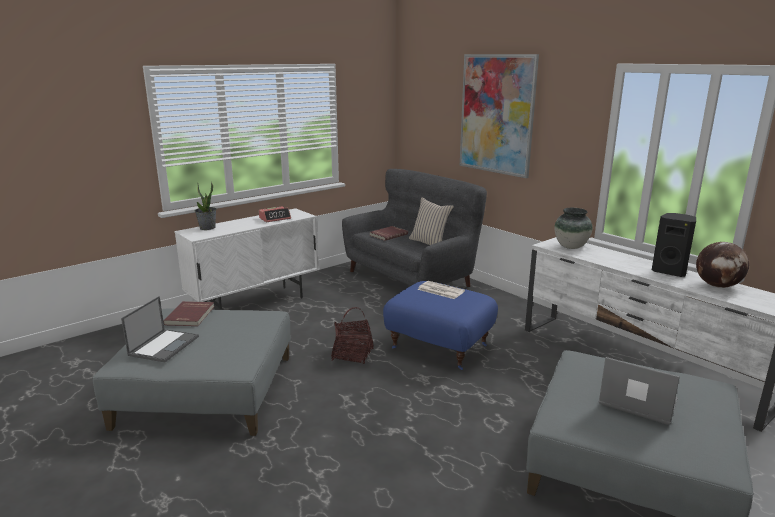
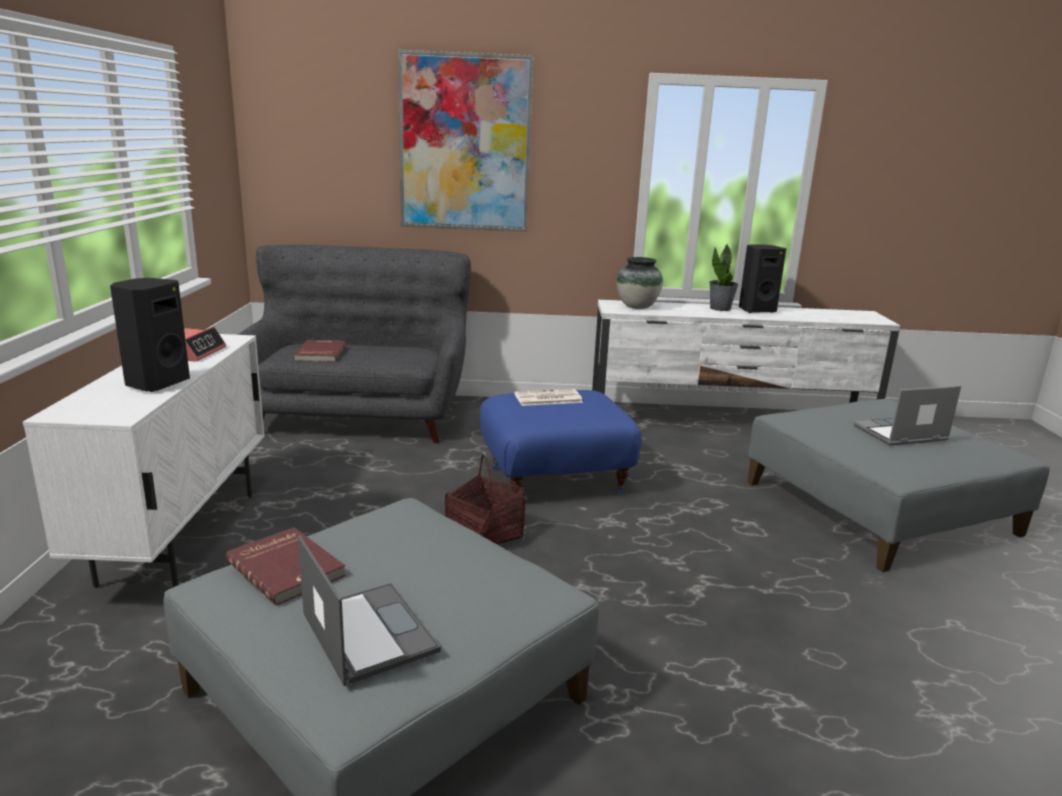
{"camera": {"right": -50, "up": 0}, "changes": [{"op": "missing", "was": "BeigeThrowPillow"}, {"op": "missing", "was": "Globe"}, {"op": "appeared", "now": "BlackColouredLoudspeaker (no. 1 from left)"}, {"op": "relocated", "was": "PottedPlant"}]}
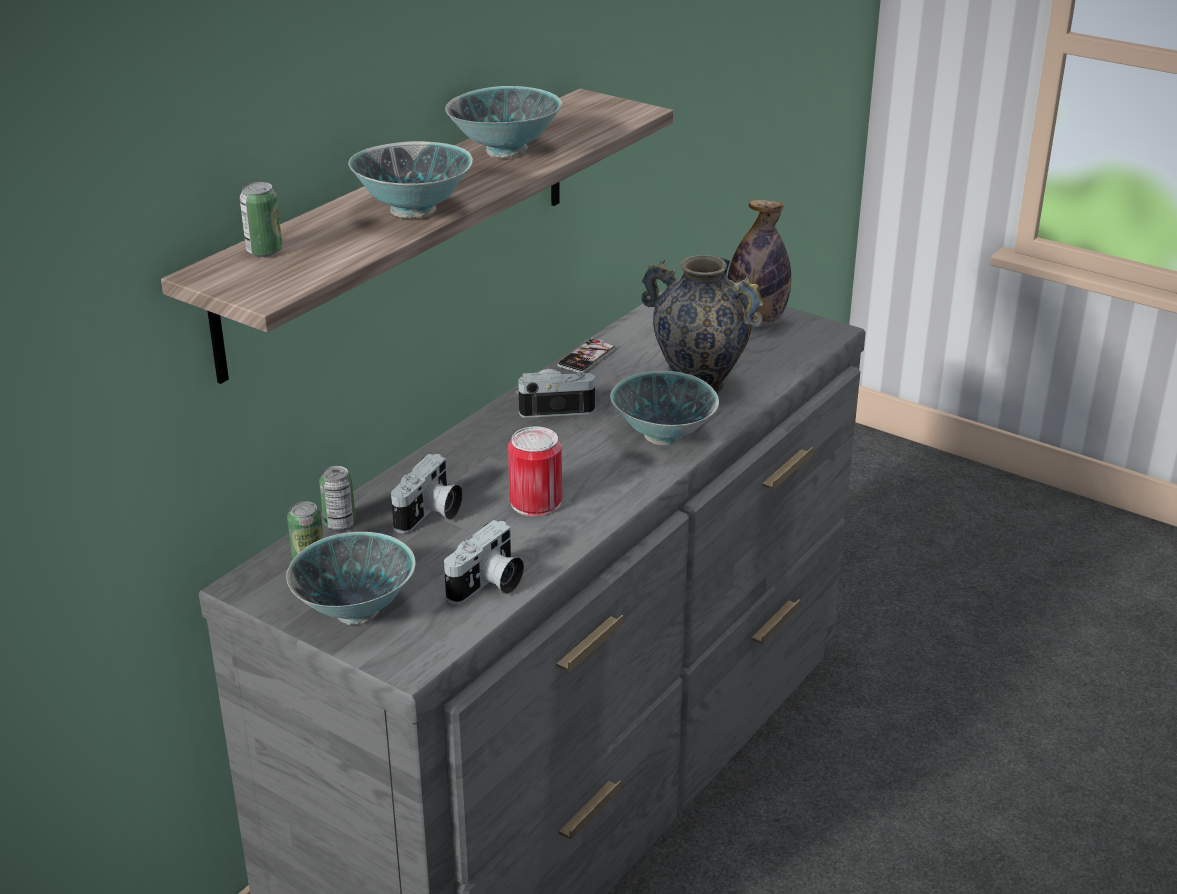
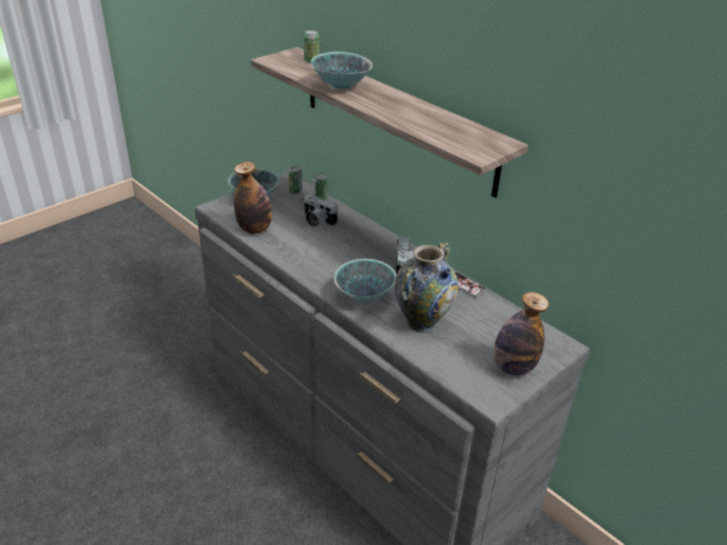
{"camera": {"right": 100, "up": 5}, "changes": [{"op": "missing", "was": "ServingBowl (no. 3 from left)"}, {"op": "missing", "was": "MetalCan (no. 4 from left)"}, {"op": "exchanged", "was": "StillCamera (no. 2 from left)", "now": "DrinkBottle (no. 1 from left)"}]}
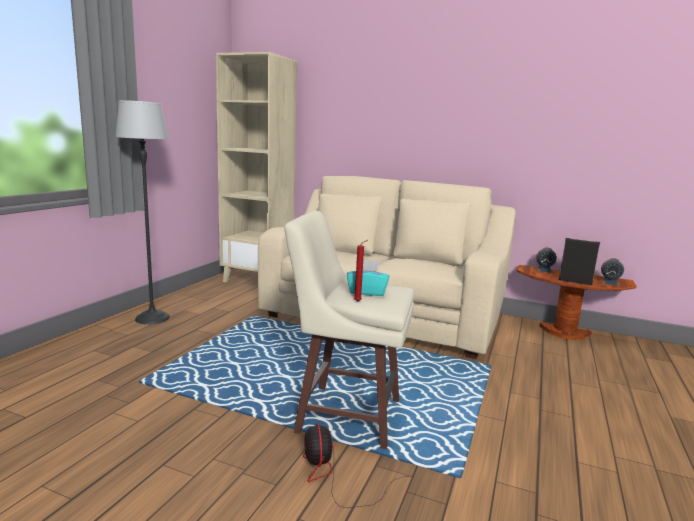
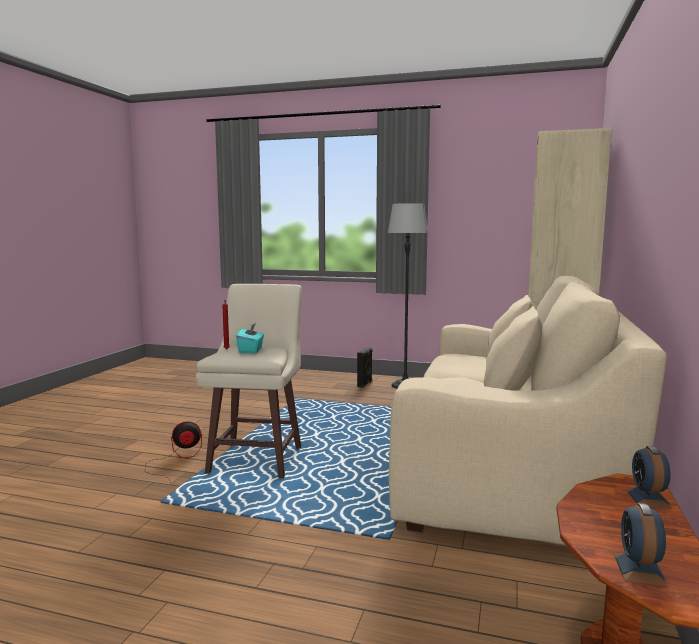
{"camera": {"right": 85, "up": -5}, "changes": [{"op": "relocated", "was": "BlackColouredLoudspeaker"}]}
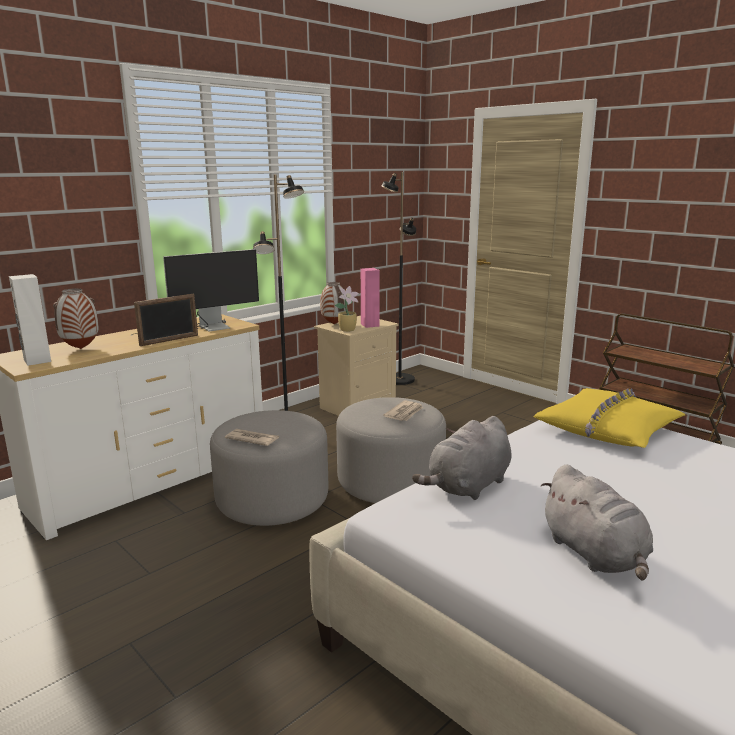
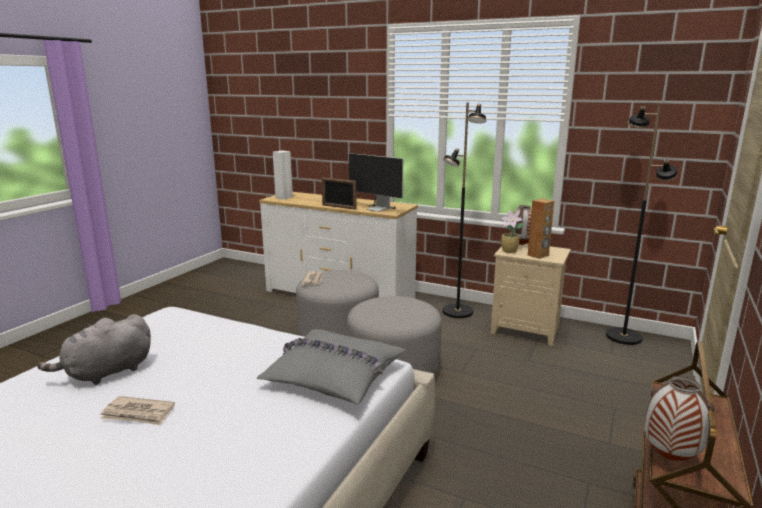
{"camera": {"right": 70, "up": 0}, "changes": [{"op": "missing", "was": "GrayCuddlyToy (no. 1 from left)"}, {"op": "relocated", "was": "DecorativeVase (no. 1 from left in the first image)", "now": "DecorativeVase (no. 2 from left)"}, {"op": "relocated", "was": "DailyPaper (no. 2 from left in the first image)", "now": "DailyPaper (no. 1 from left)"}, {"op": "colour", "was": "PinkishLoudspeaker", "now": "BrownishLoudspeaker"}, {"op": "colour", "was": "YellowishThrowPillow", "now": "GrayThrowPillow"}]}
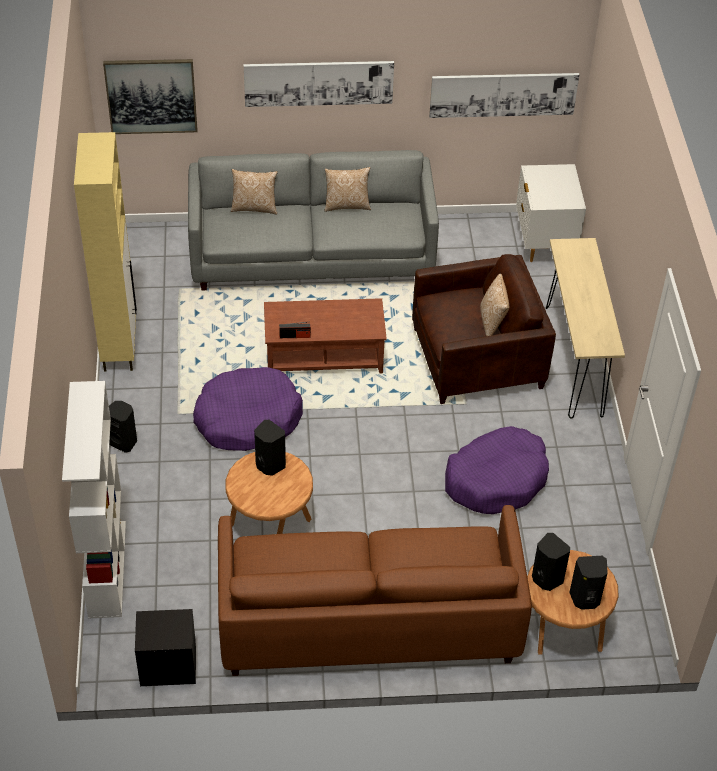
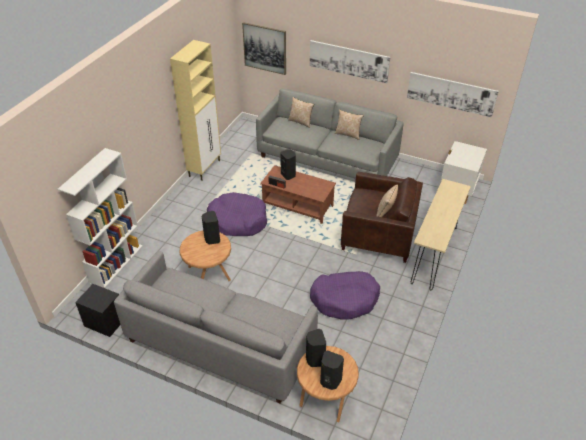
{"camera": {"right": 30, "up": -5}, "changes": [{"op": "relocated", "was": "BlackColouredLoudspeaker (no. 1 from left in the first image)", "now": "BlackColouredLoudspeaker (no. 2 from left)"}, {"op": "colour", "was": "BrownishSettee", "now": "GraySettee (no. 1 from left)"}]}
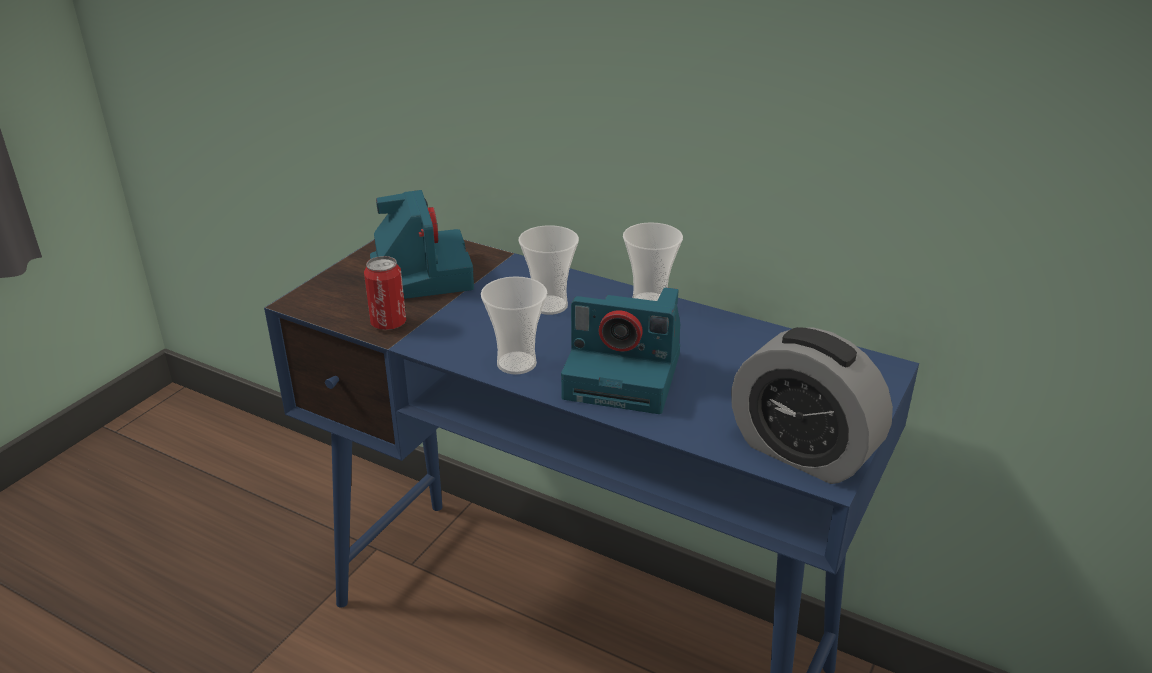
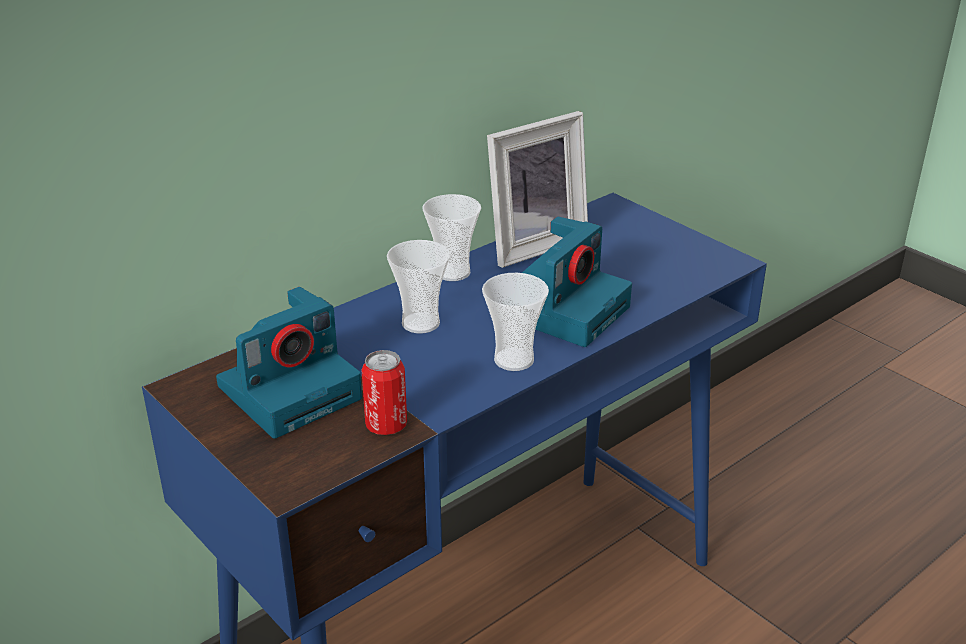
{"camera": {"right": -70, "up": 0}, "changes": [{"op": "missing", "was": "BedsideClock"}, {"op": "appeared", "now": "PhotoFrame"}, {"op": "spun", "was": "StillCamera (no. 1 from left)", "clockwise": 135}]}
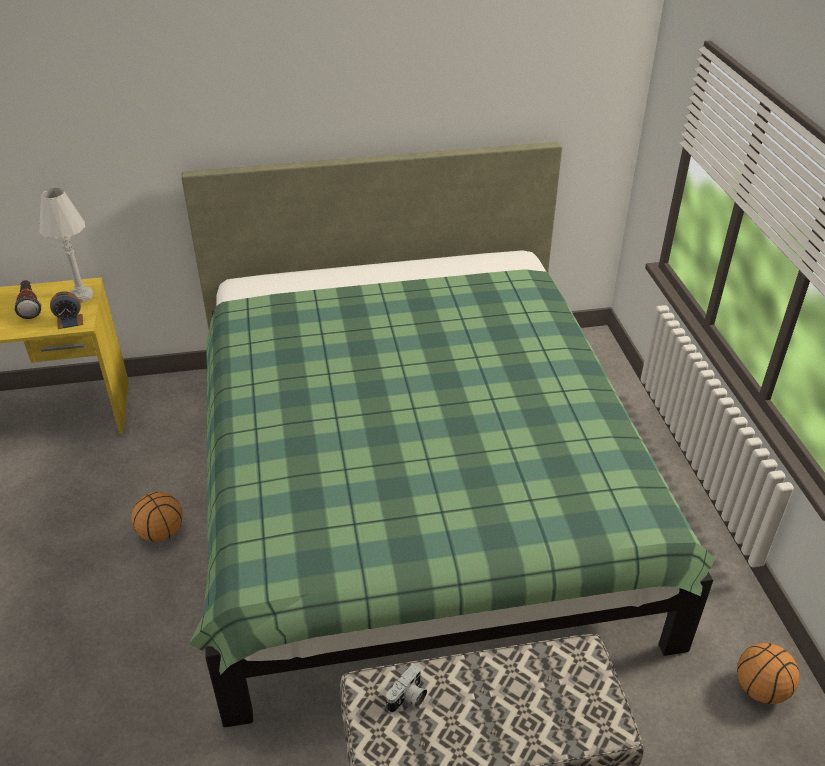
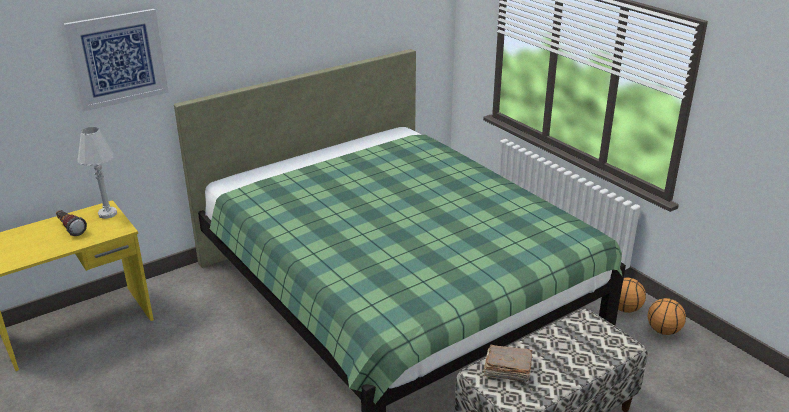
{"camera": {"right": -25, "up": -10}, "changes": [{"op": "missing", "was": "BedsideClock"}, {"op": "appeared", "now": "Picture"}, {"op": "relocated", "was": "BallForBasketball (no. 1 from left)"}, {"op": "exchanged", "was": "StillCamera", "now": "BrownishVolume"}]}
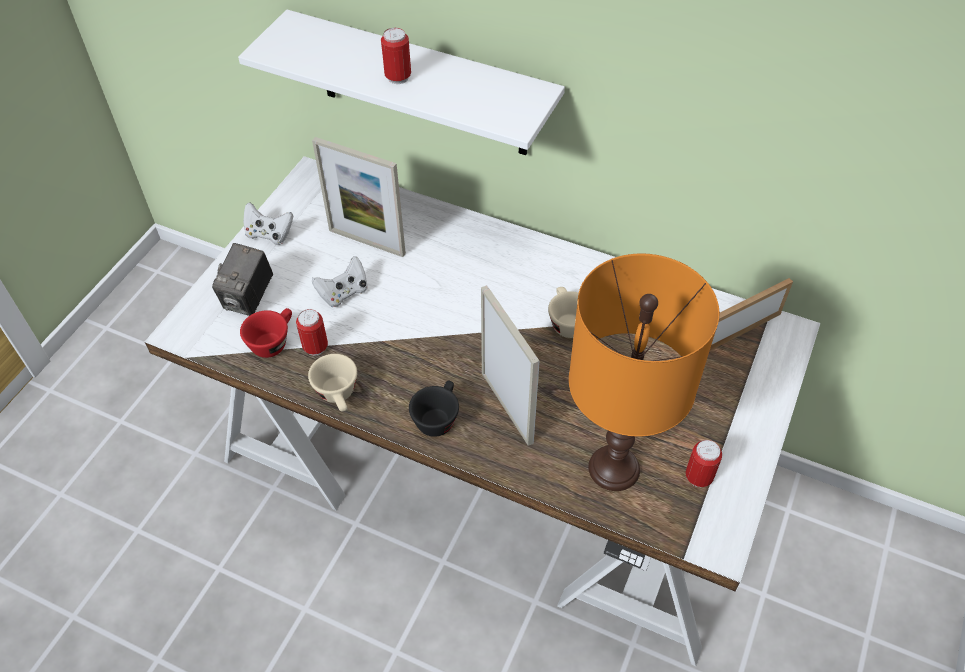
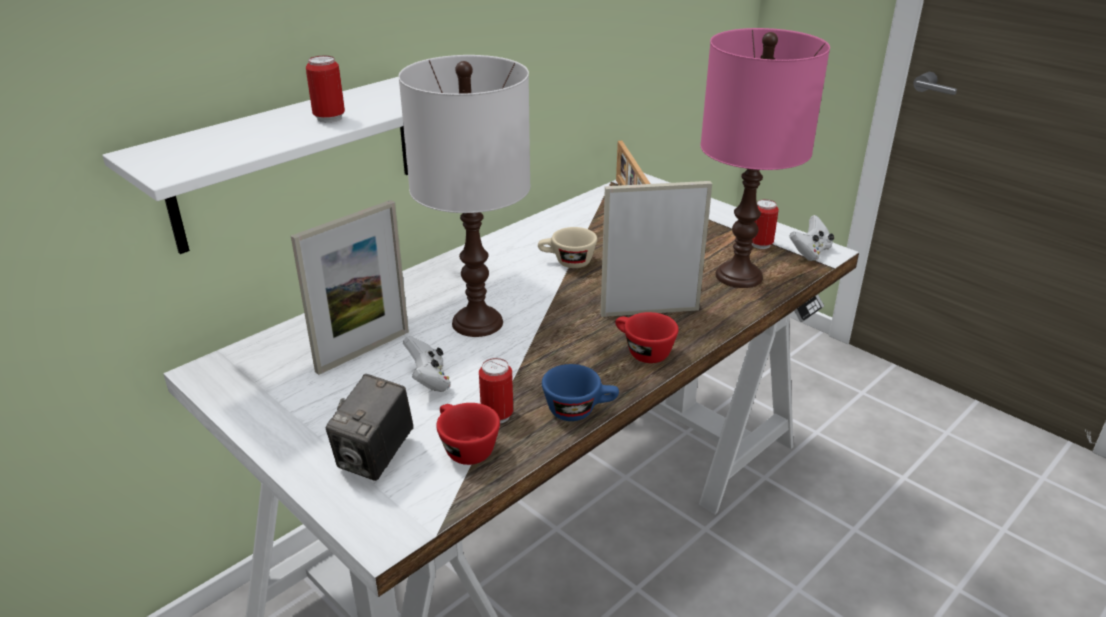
{"camera": {"right": -70, "up": -20}, "changes": [{"op": "appeared", "now": "WhiteLampForATable"}, {"op": "relocated", "was": "WhiteGamepad (no. 1 from left in the first image)", "now": "WhiteGamepad (no. 2 from left)"}, {"op": "colour", "was": "BeigeDrinkingCup (no. 1 from left)", "now": "BlueDrinkingCup"}, {"op": "colour", "was": "BlackColouredDrinkingCup", "now": "RedDrinkingCup (no. 2 from left)"}, {"op": "colour", "was": "OrangeLampForATable", "now": "PinkishLampForATable"}, {"op": "spun", "was": "StillCamera", "clockwise": 75}]}
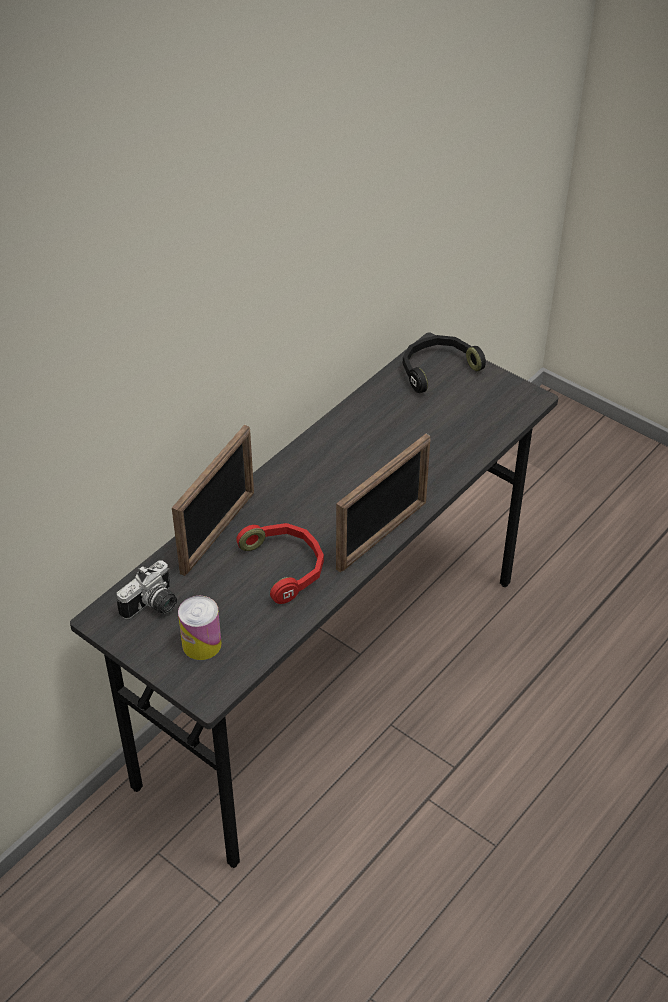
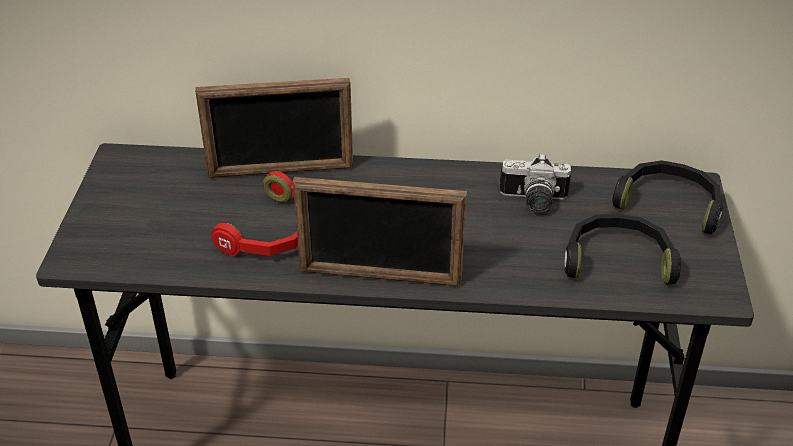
{"camera": {"right": 55, "up": -5}, "changes": [{"op": "missing", "was": "MetalCan"}, {"op": "appeared", "now": "BlackColouredHeadphones (no. 1 from left)"}, {"op": "relocated", "was": "StillCamera"}]}
